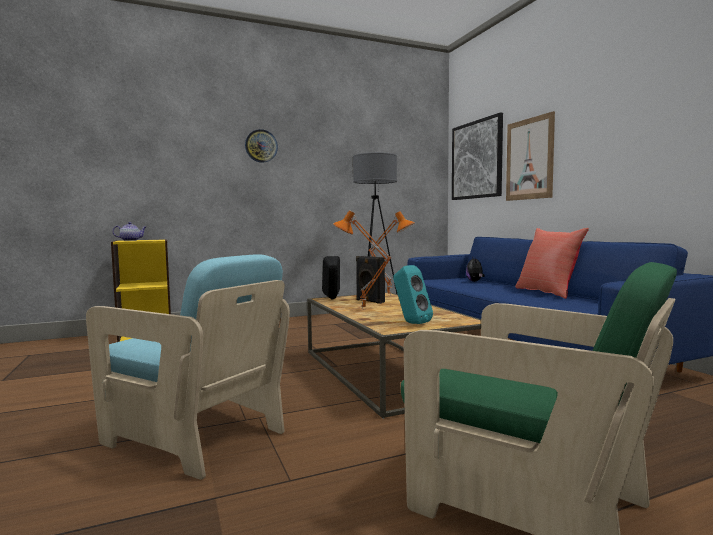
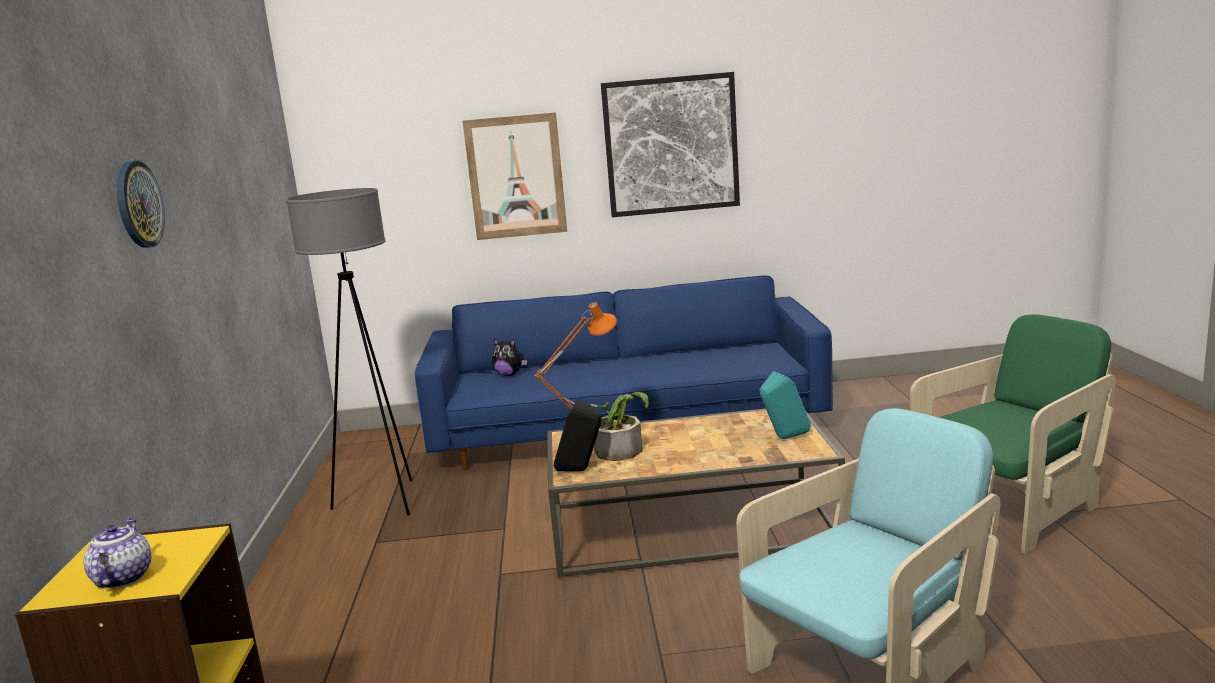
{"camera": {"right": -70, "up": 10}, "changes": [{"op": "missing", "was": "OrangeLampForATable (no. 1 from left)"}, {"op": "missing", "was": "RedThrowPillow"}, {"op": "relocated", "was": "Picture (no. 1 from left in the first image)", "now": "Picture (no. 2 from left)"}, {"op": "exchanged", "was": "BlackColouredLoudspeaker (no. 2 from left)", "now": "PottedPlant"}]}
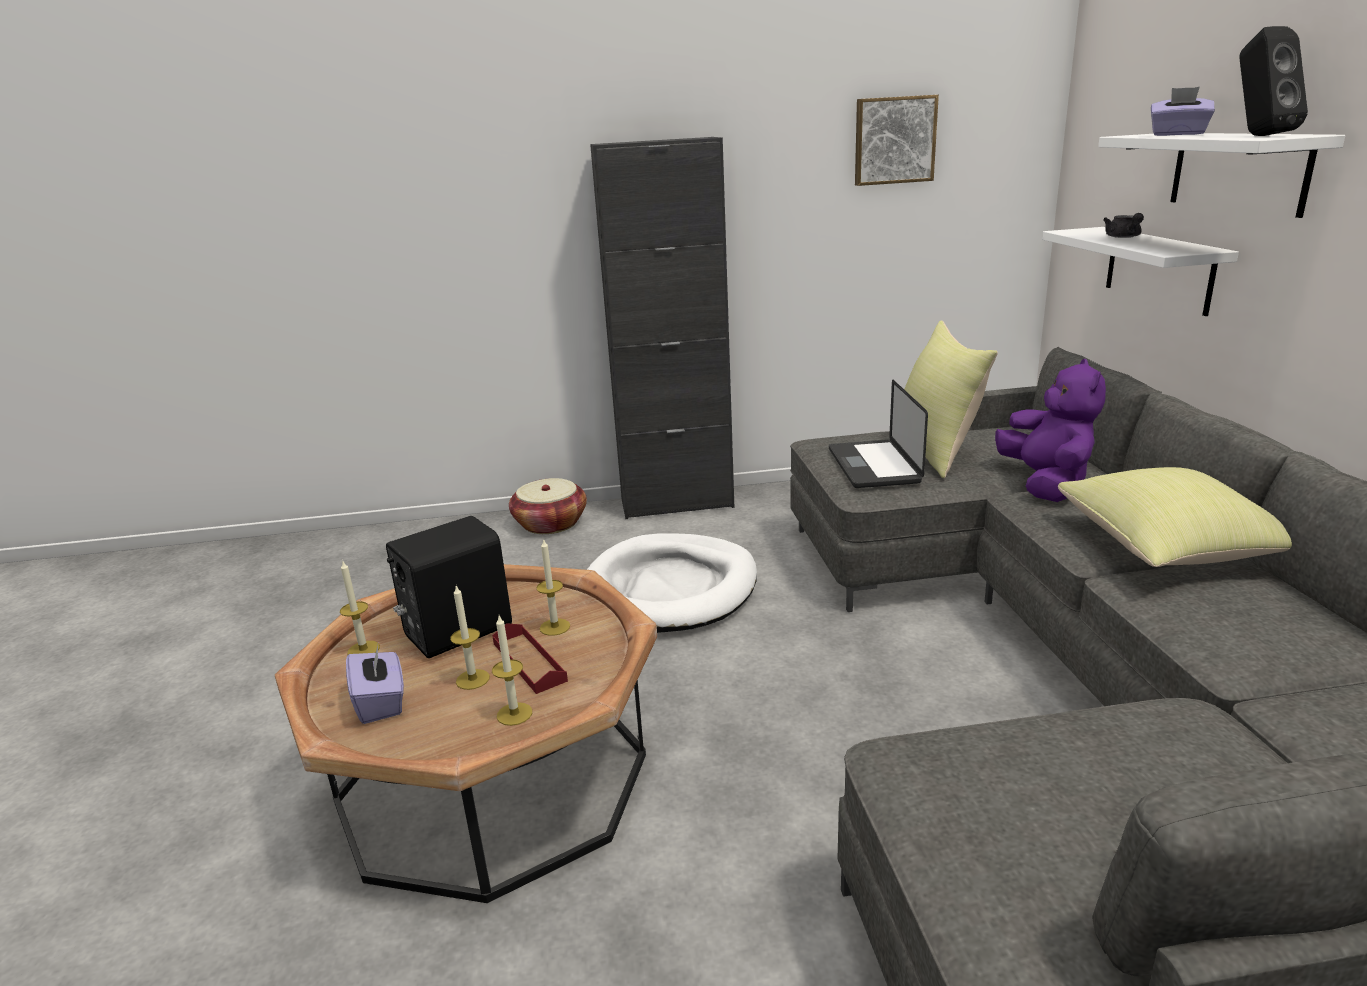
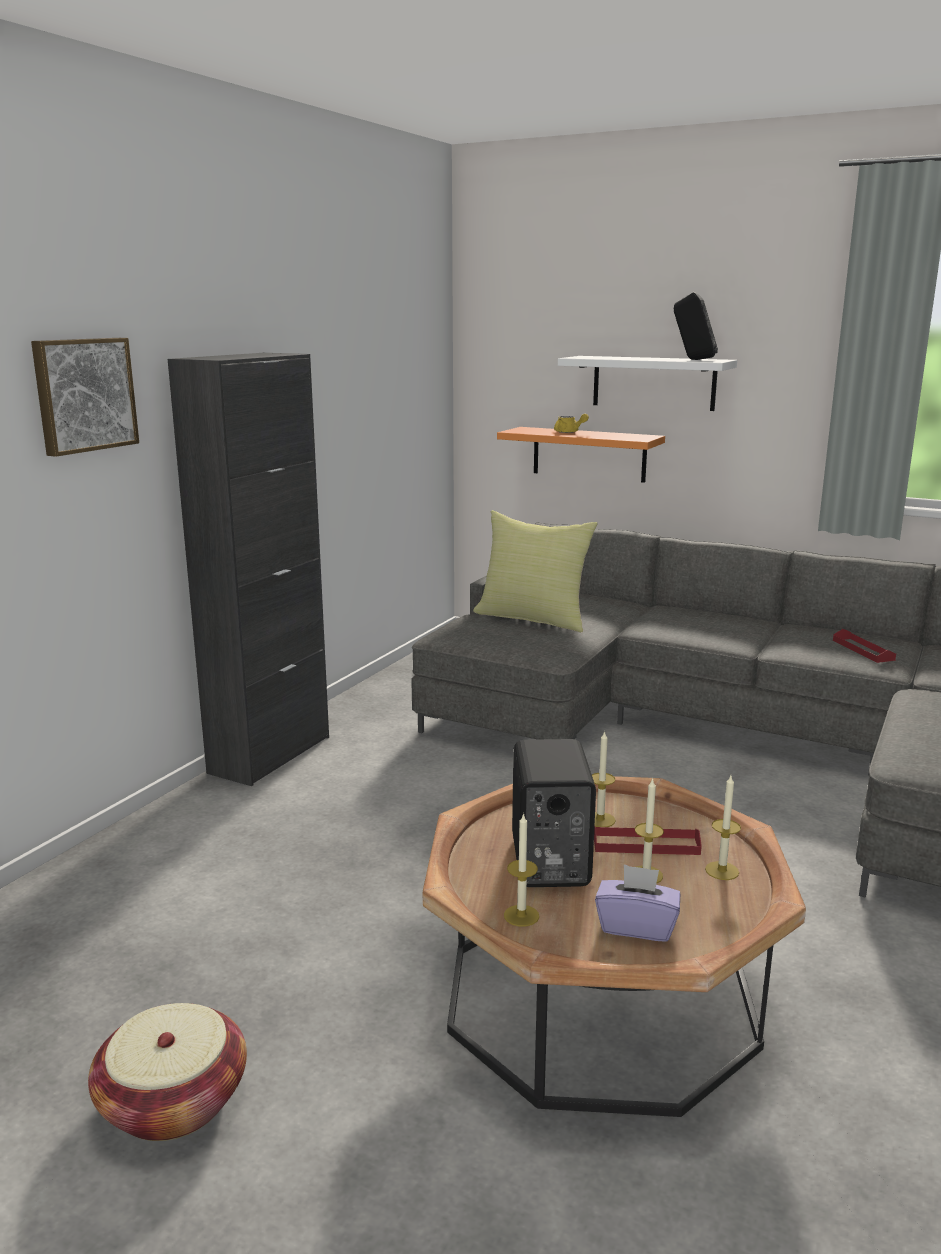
{"camera": {"right": -55, "up": -5}, "changes": [{"op": "missing", "was": "WhiteDogCushion"}, {"op": "missing", "was": "NotebookComputer"}, {"op": "missing", "was": "PurplishCuddlyToy"}, {"op": "missing", "was": "YellowishThrowPillow (no. 2 from left)"}, {"op": "missing", "was": "PurplishTissueBox (no. 2 from left)"}, {"op": "appeared", "now": "RedServingTray (no. 2 from left)"}, {"op": "relocated", "was": "HouseholdBasket"}, {"op": "relocated", "was": "Picture"}, {"op": "colour", "was": "WhiteShelf (no. 1 from left)", "now": "OrangeShelf"}, {"op": "colour", "was": "GrayPotForTea", "now": "YellowishPotForTea"}]}
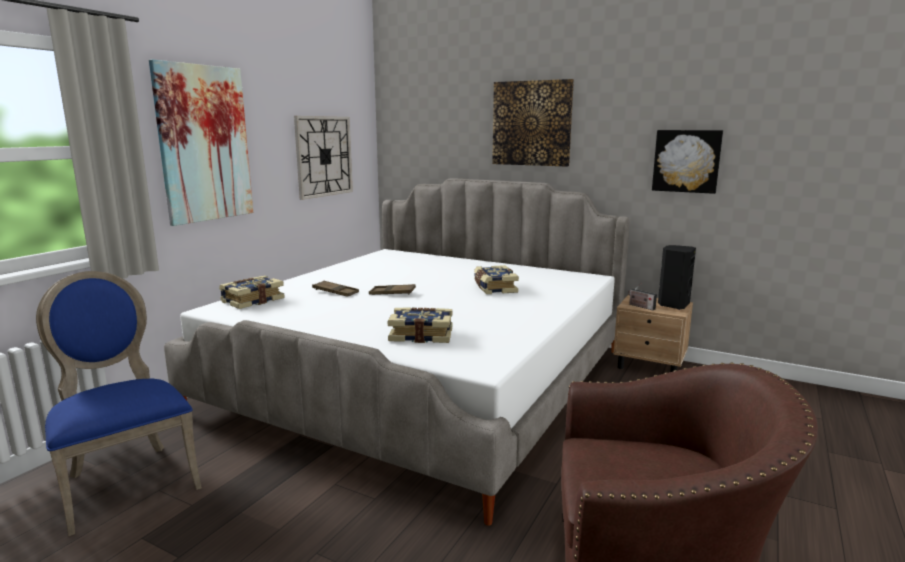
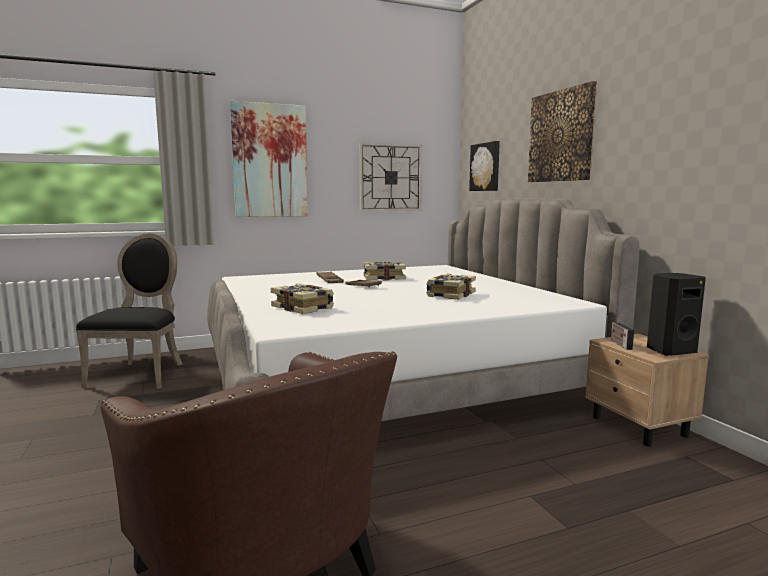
{"camera": {"right": 40, "up": -5}, "changes": [{"op": "relocated", "was": "Volume (no. 1 from left in the first image)", "now": "Volume (no. 2 from left)"}, {"op": "relocated", "was": "Picture (no. 3 from left in the first image)", "now": "Picture (no. 2 from left)"}, {"op": "colour", "was": "BluePlainChair", "now": "BlackColouredPlainChair"}]}
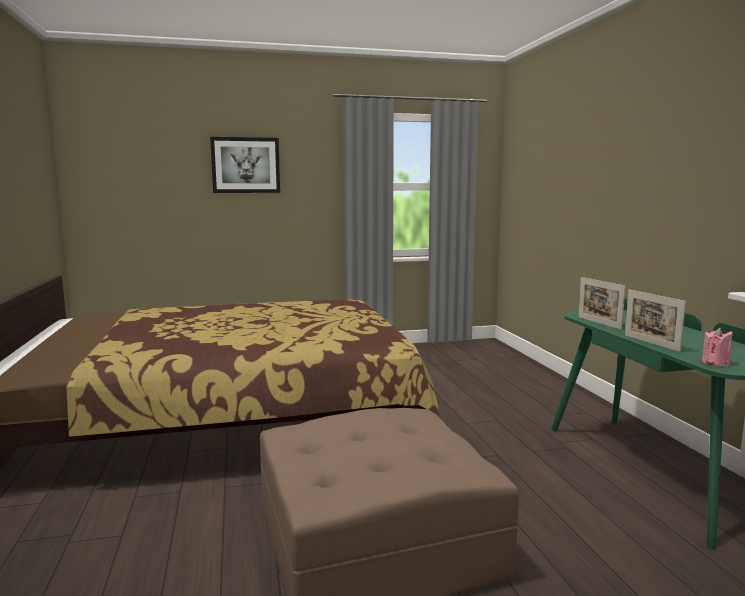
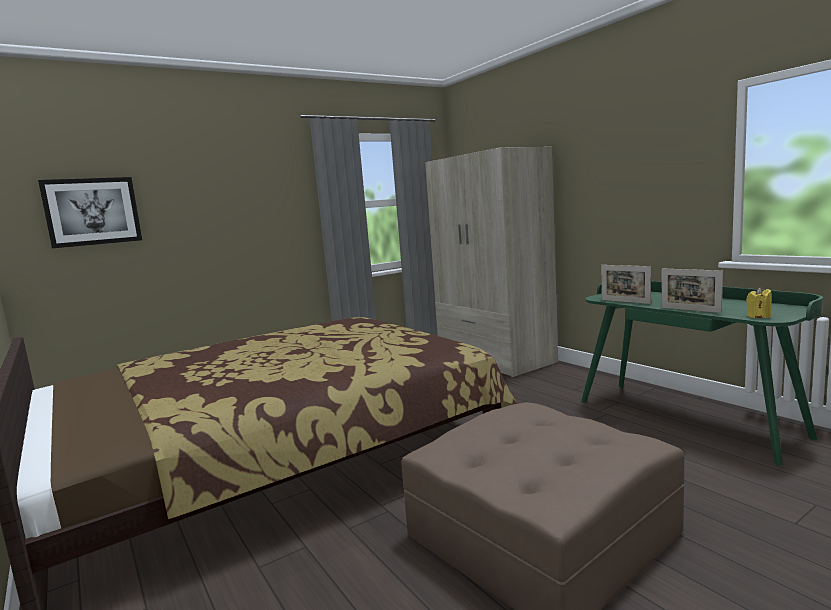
{"camera": {"right": -20, "up": 0}, "changes": [{"op": "appeared", "now": "BeigeArmoire"}, {"op": "relocated", "was": "Picture"}, {"op": "colour", "was": "PinkishWaxLight", "now": "YellowishWaxLight"}]}
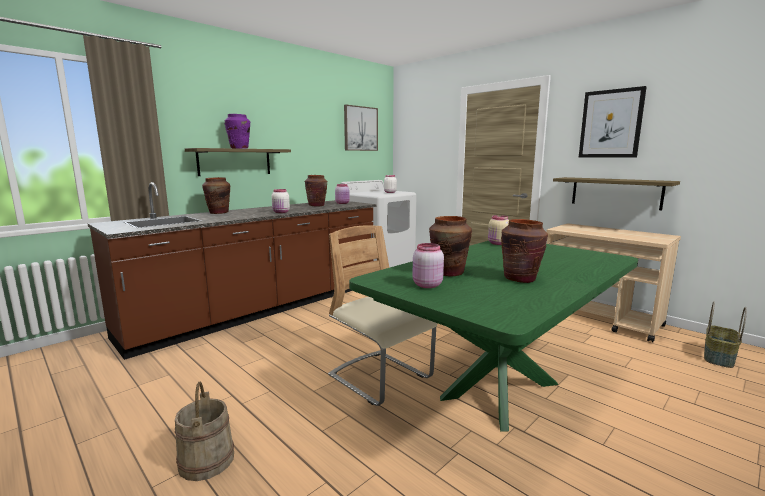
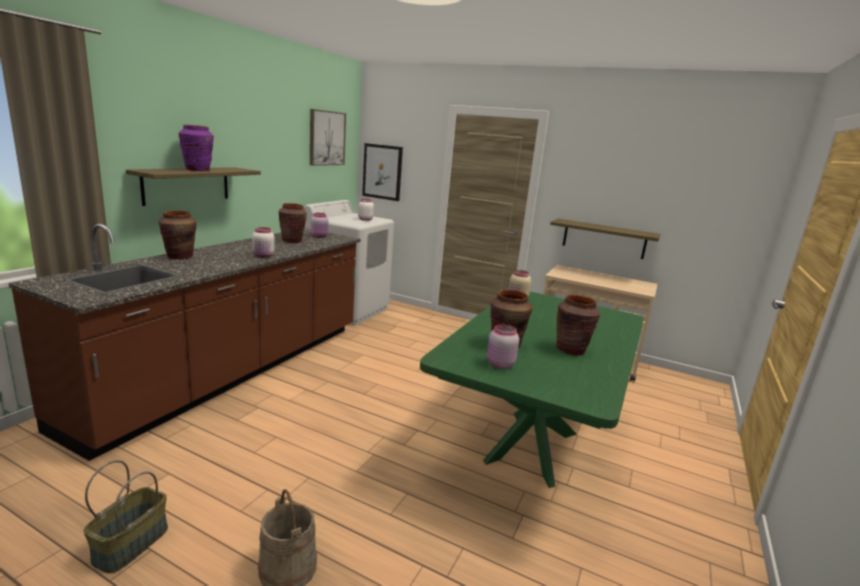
{"camera": {"right": -20, "up": 5}, "changes": [{"op": "missing", "was": "BeigePlainChair"}, {"op": "relocated", "was": "Picture (no. 2 from left)"}, {"op": "relocated", "was": "HouseholdBasket"}]}
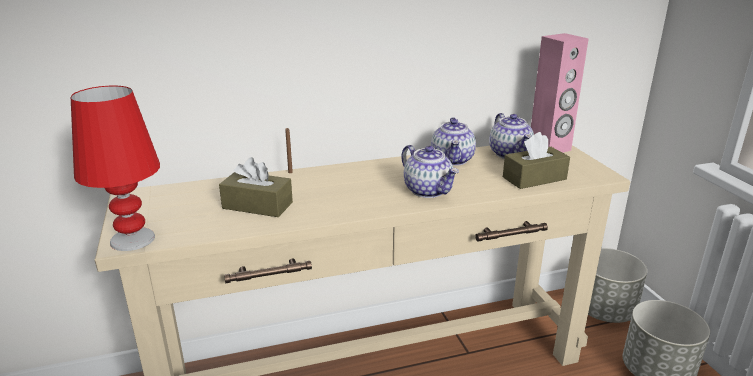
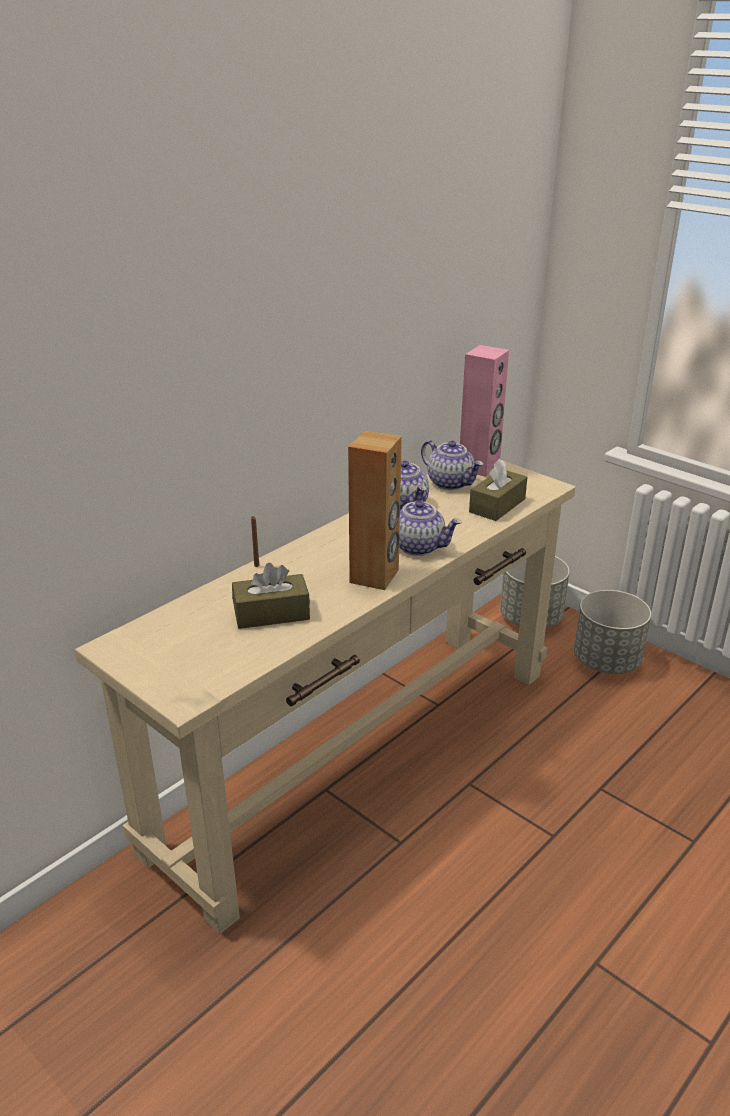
{"camera": {"right": -30, "up": 5}, "changes": [{"op": "missing", "was": "RedLampForATable"}, {"op": "appeared", "now": "BrownishLoudspeaker"}]}
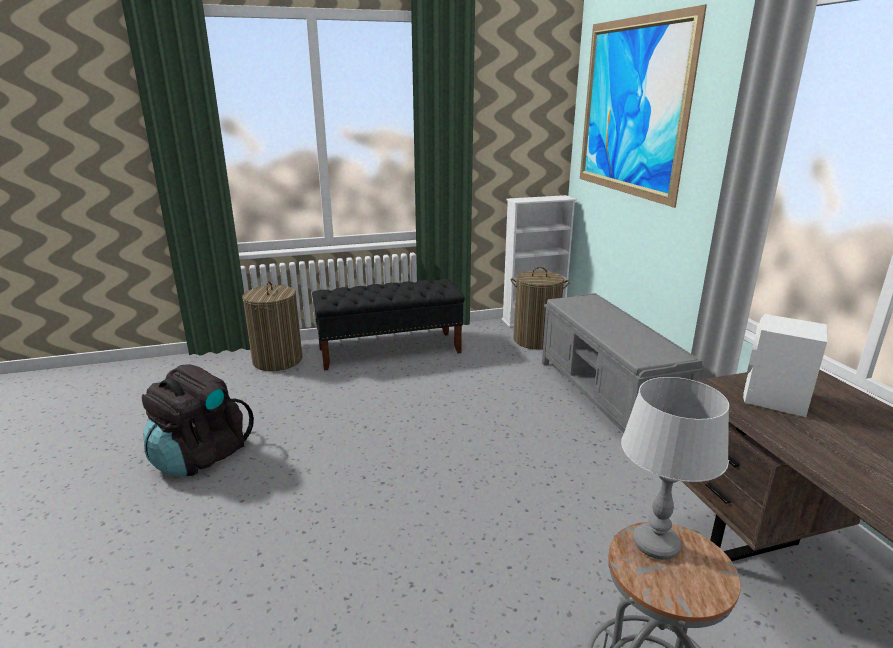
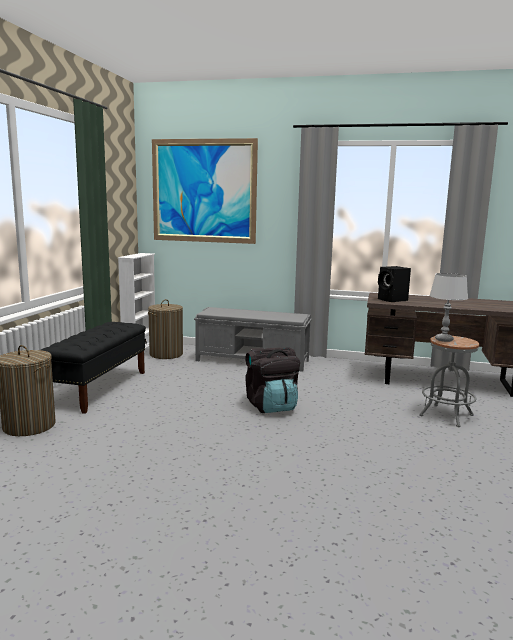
{"camera": {"right": -60, "up": -10}, "changes": [{"op": "relocated", "was": "BlackColouredKnapsack"}, {"op": "colour", "was": "WhiteLoudspeaker", "now": "BlackColouredLoudspeaker"}]}
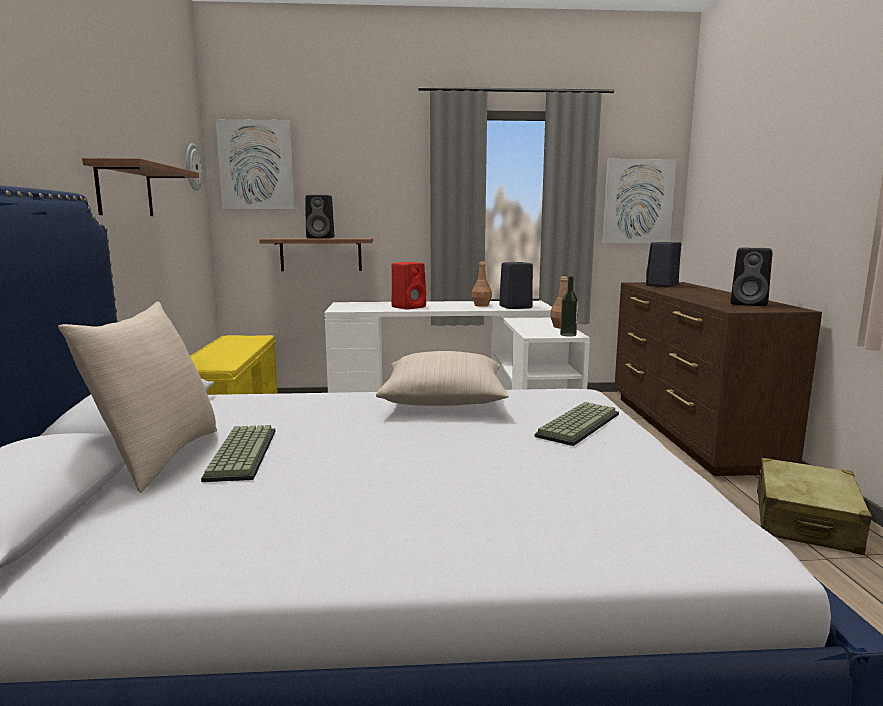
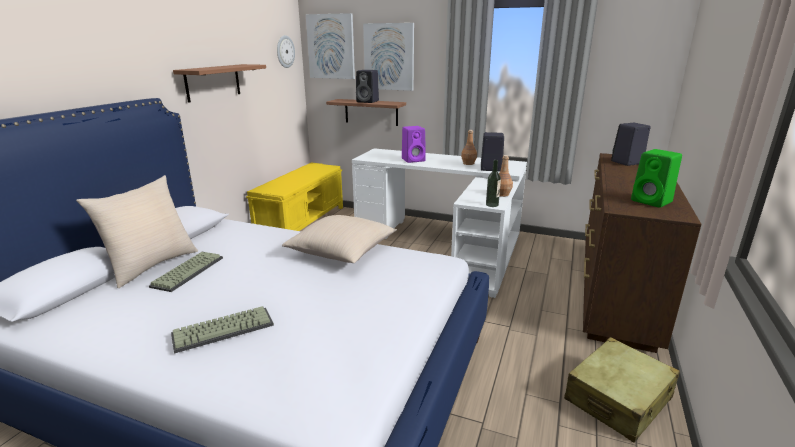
{"camera": {"right": 25, "up": 10}, "changes": [{"op": "relocated", "was": "PcKeyboard (no. 2 from left)"}, {"op": "relocated", "was": "Picture (no. 2 from left)"}, {"op": "colour", "was": "RedLoudspeaker", "now": "PurplishLoudspeaker"}, {"op": "colour", "was": "BlackColouredLoudspeaker (no. 4 from left)", "now": "GreenColouredLoudspeaker"}]}
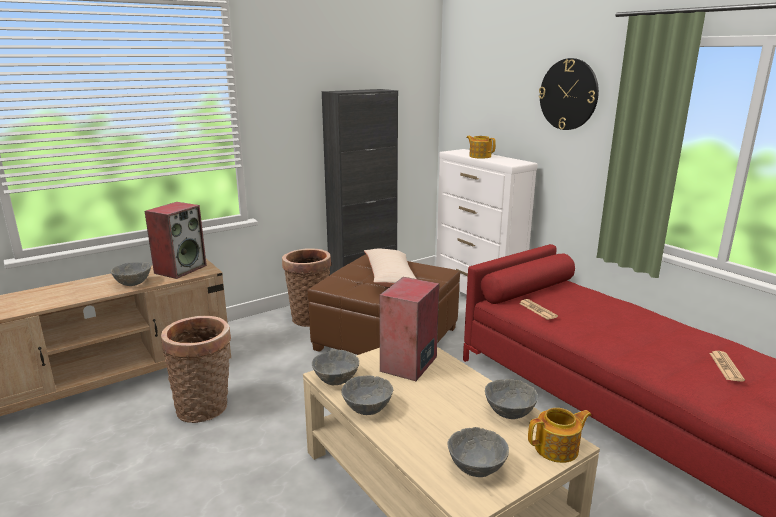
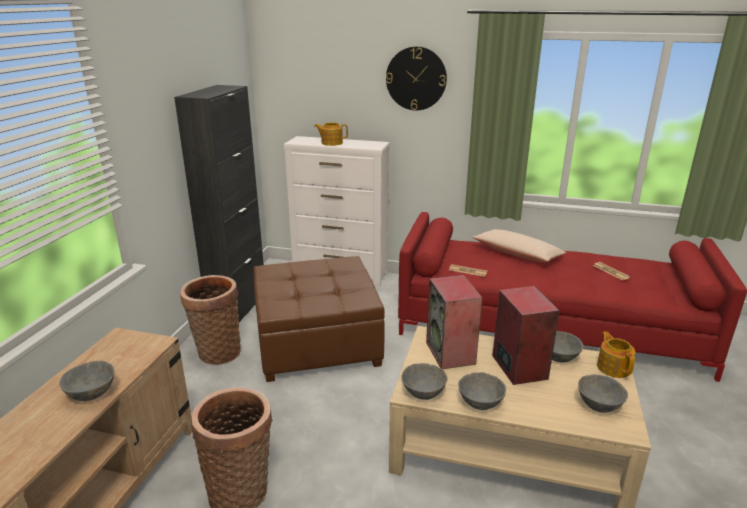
{"camera": {"right": -40, "up": 5}, "changes": [{"op": "relocated", "was": "Loudspeaker (no. 1 from left in the first image)", "now": "Loudspeaker (no. 2 from left)"}, {"op": "relocated", "was": "BeigeThrowPillow"}, {"op": "spun", "was": "PotForTea (no. 2 from left)", "clockwise": -45}]}
